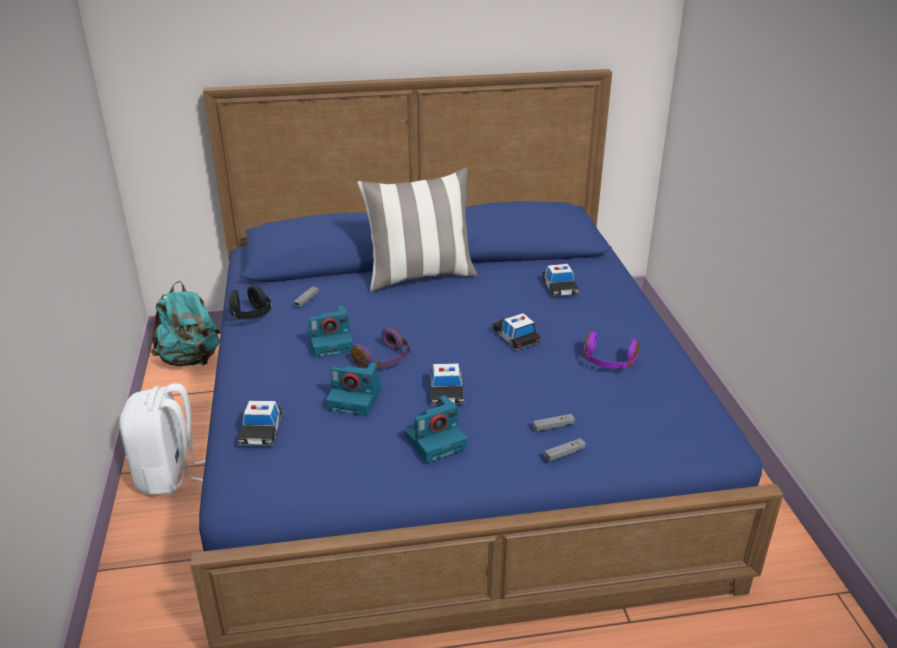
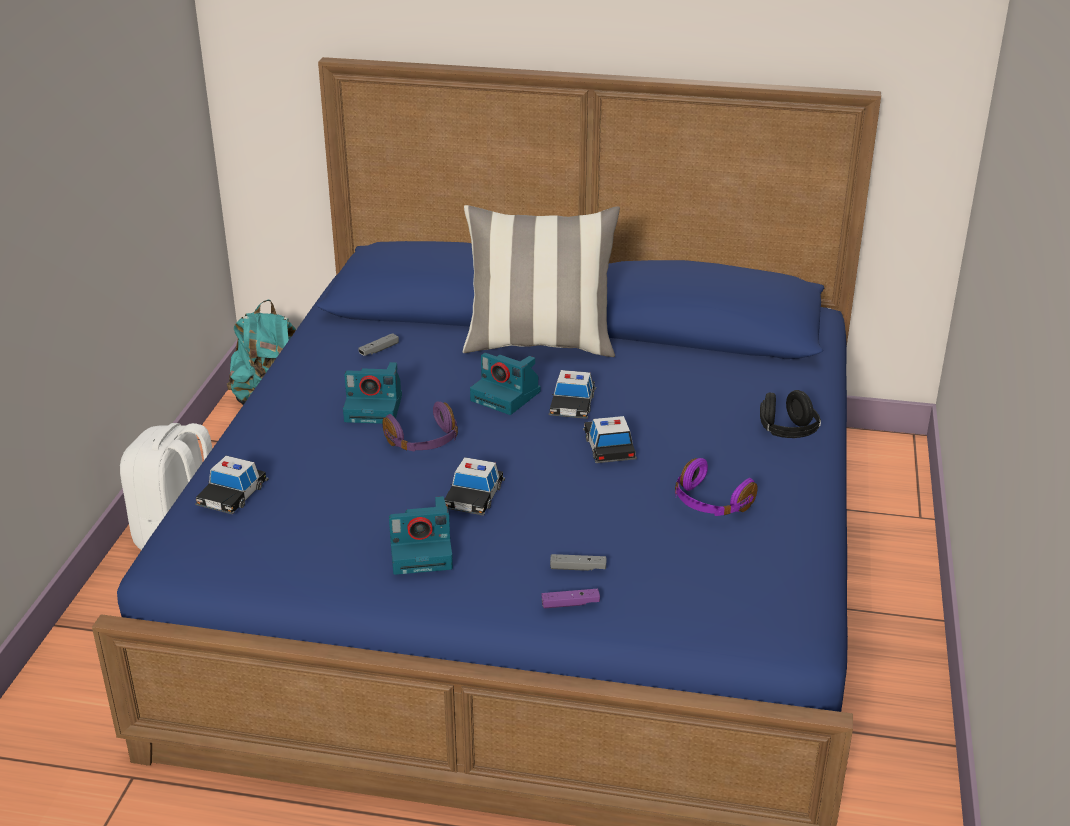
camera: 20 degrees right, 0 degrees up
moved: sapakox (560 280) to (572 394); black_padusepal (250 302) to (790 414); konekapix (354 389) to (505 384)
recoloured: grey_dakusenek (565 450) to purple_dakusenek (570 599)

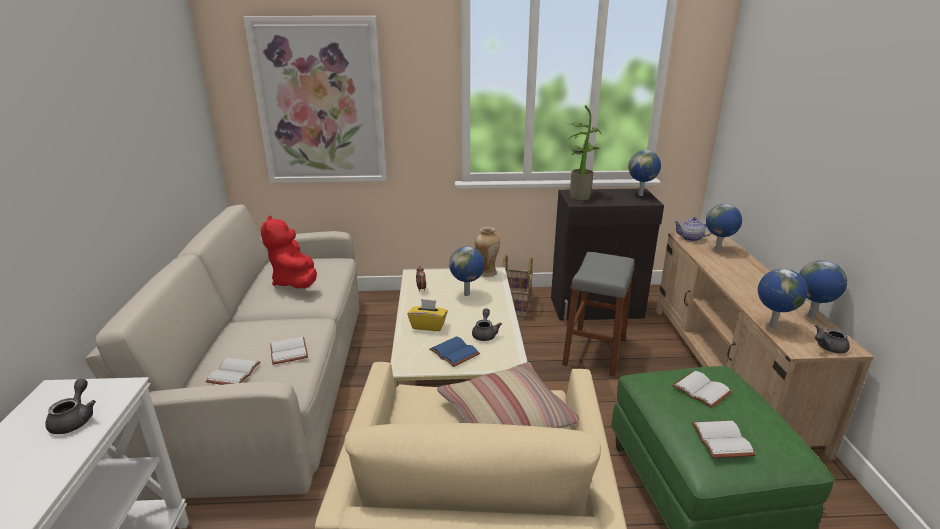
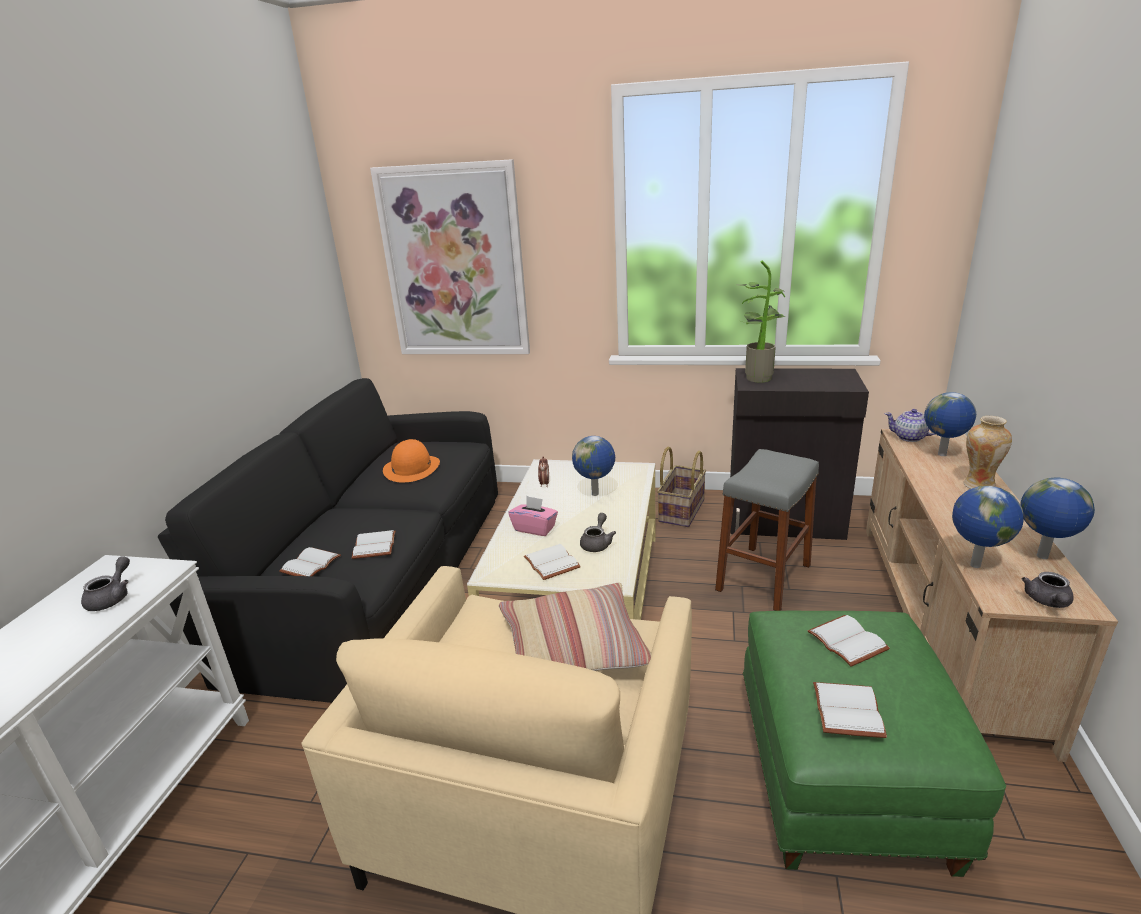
camera: 15 degrees right, 0 degrees up
removed: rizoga (644 173)
moved: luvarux (487 252) to (987 452)
replaced: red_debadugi (289 252) to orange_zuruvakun (411 460)
recoloured: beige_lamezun (222 352) to black_lamezun (328 540); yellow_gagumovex (428 315) to pink_gagumovex (533 516); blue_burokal (454 351) to white_burokal (552 562)
turned: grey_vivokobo (832 339) = (1048 590) 60 degrees counterclockwise

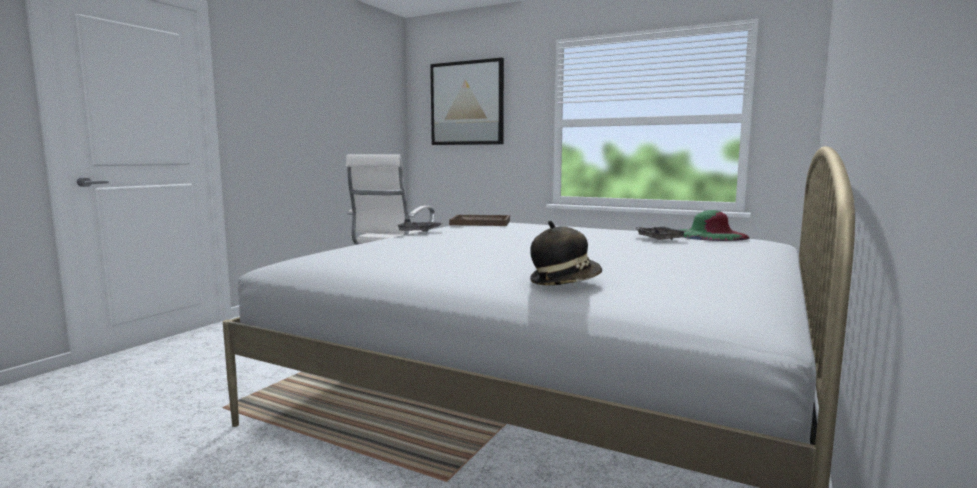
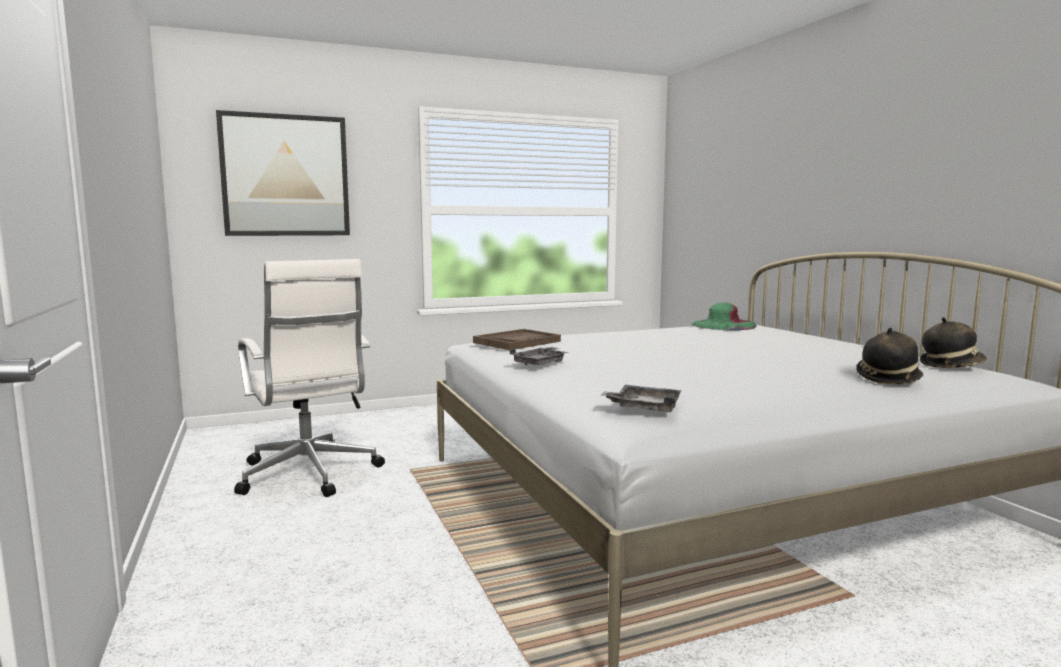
camera: 50 degrees left, 0 degrees up
added: zuruvakun (953 342)
moved: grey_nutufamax (660 233) to (640 398)

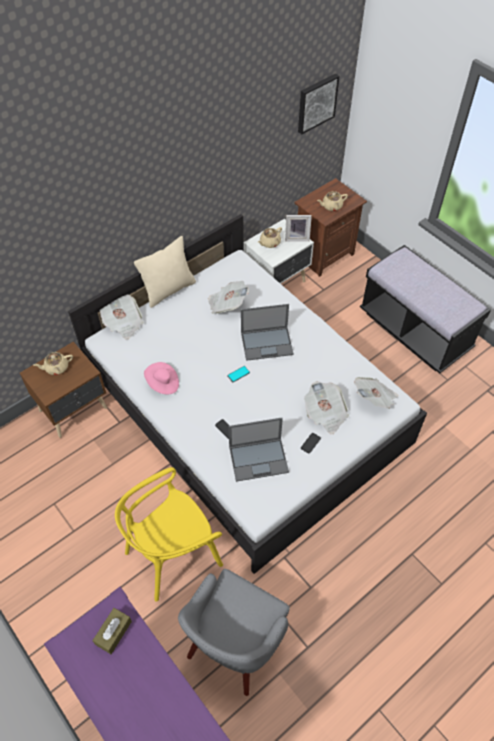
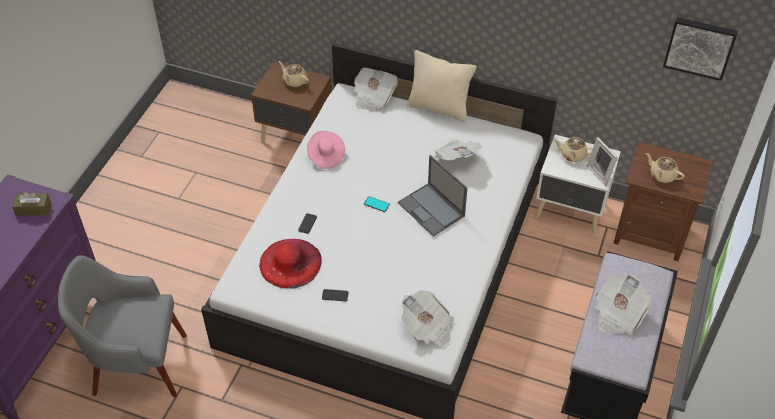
camera: 60 degrees right, 5 degrees down
removed: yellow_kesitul (169 534)
moved: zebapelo (326 407) to (623 304)
replaced: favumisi (258 450) to red_zuruvakun (290 264)

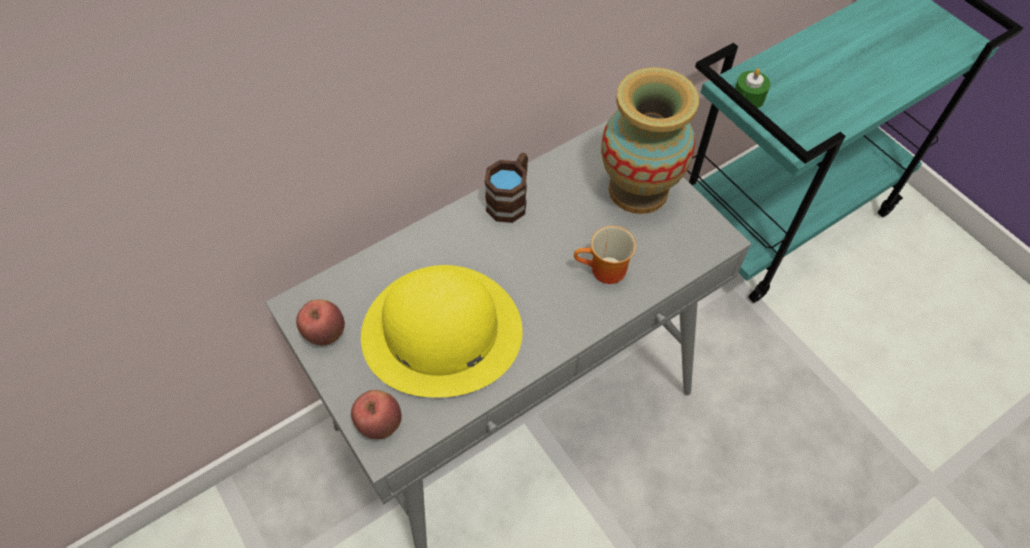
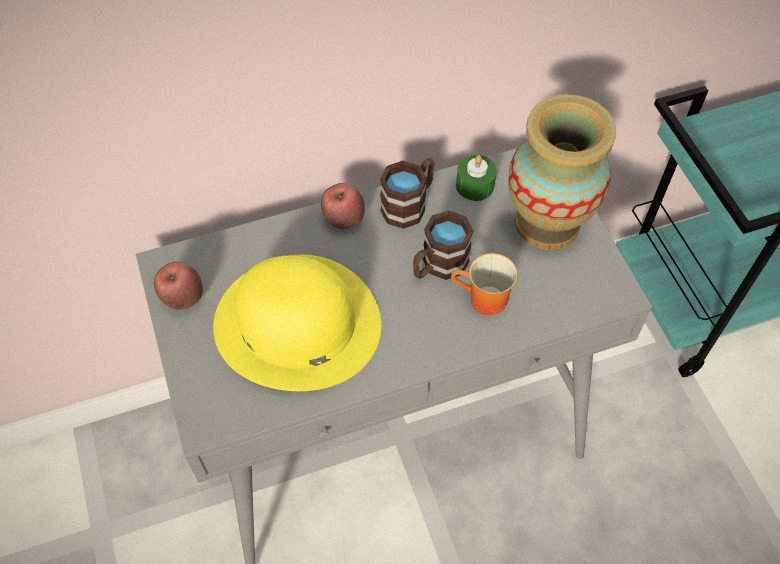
camera: 15 degrees right, 0 degrees up
added: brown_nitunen (443 245)
moved: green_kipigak (752 88) to (476 178); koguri (376 414) to (343 206)

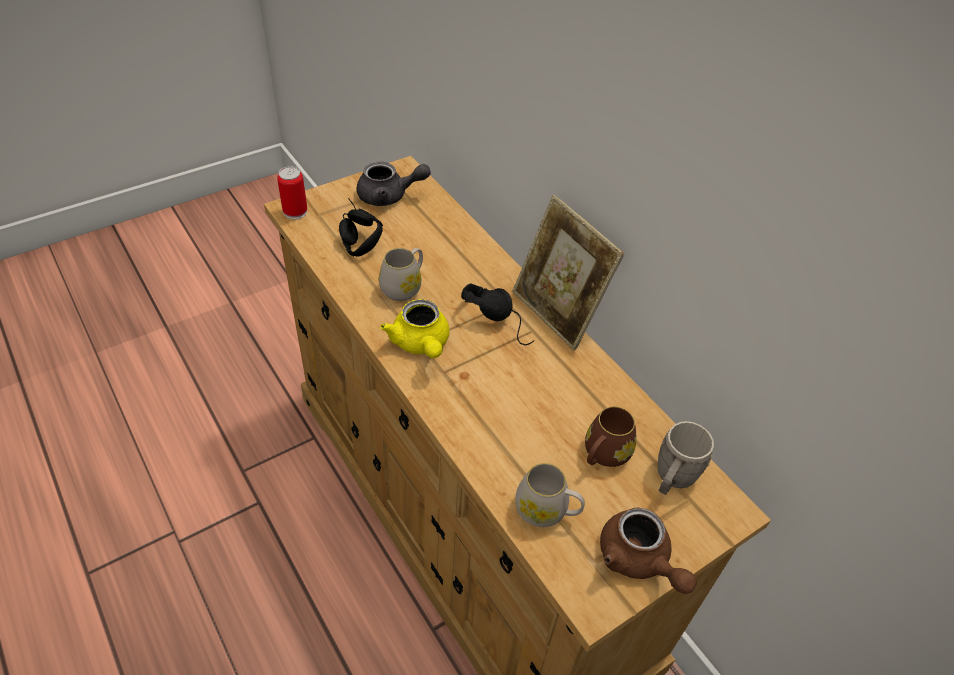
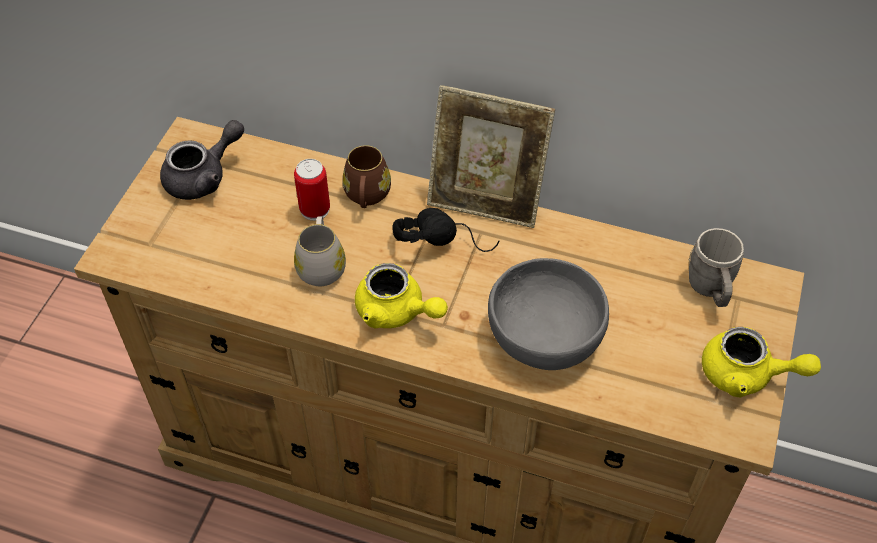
camera: 35 degrees left, 5 degrees up
removed: black_padusepal (361 227); white_nitunen (550 495)
added: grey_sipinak (548 314)
moved: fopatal (292 192) to (312 190); brown_nitunen (610 436) to (366 176)
recoloured: brown_vivokobo (648 551) to yellow_vivokobo (761 362)

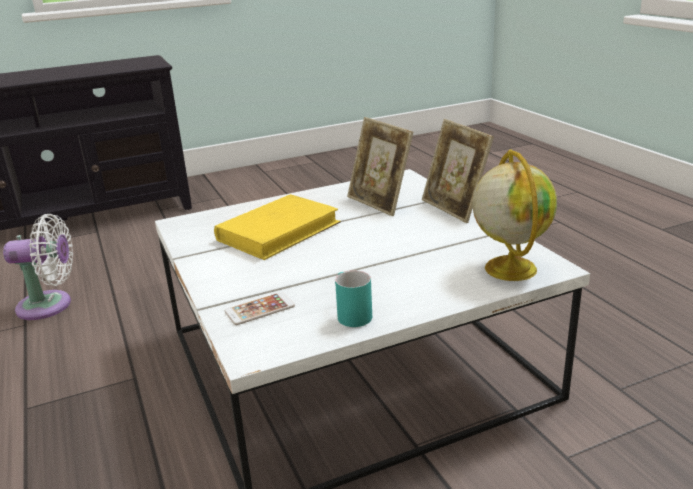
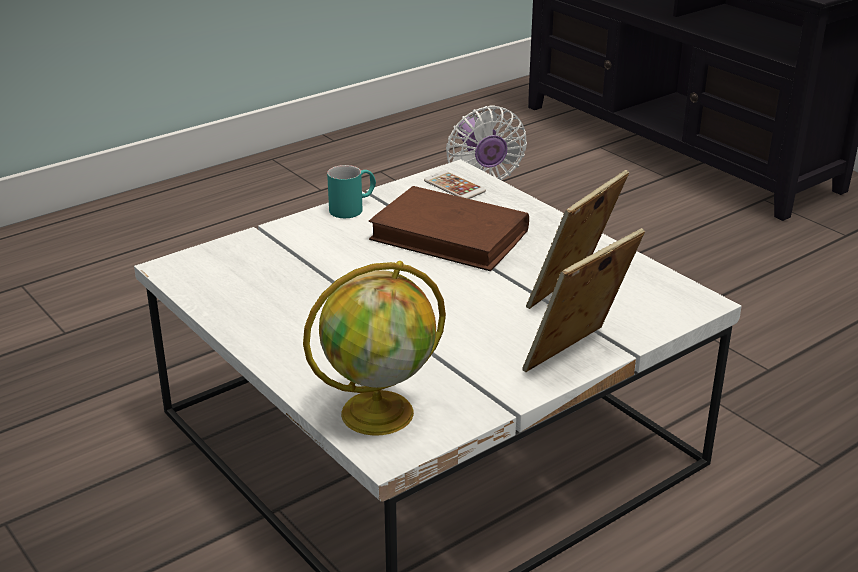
camera: 75 degrees right, 5 degrees up
moved: turquoise_nitunen (353 299) to (351 191); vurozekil (260 308) to (455 185)
recoloured: yellow_burokal (277 227) to brown_burokal (449 228)

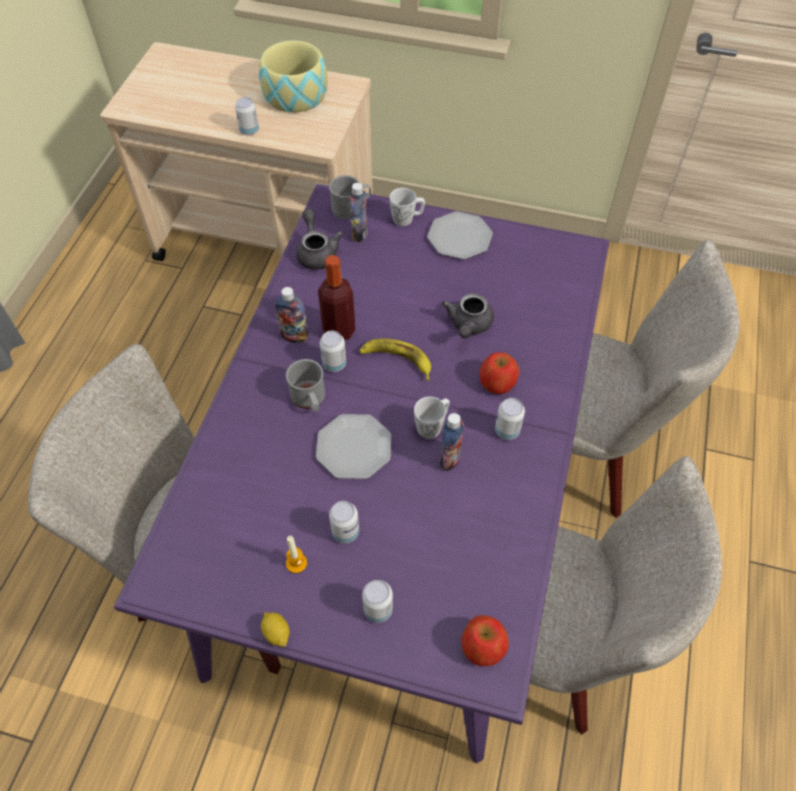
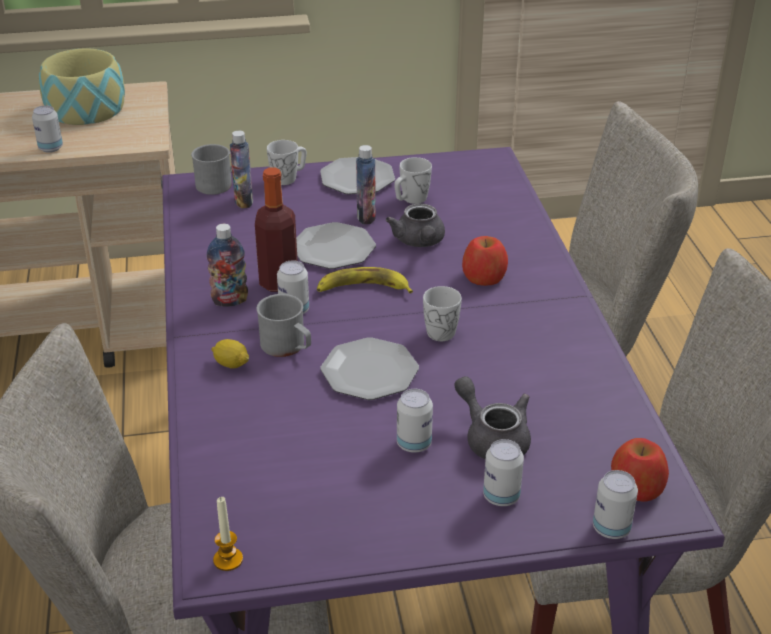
camera: 25 degrees left, 20 degrees down
added: white_nitunen (413 180); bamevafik (336 245)
moved: grey_vivokobo (319 239) to (492 418); fopatal (510 419) to (615 504); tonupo (452 442) to (366 184); kipigak (296 554) to (228 534); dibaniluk (275 629) to (230 353)

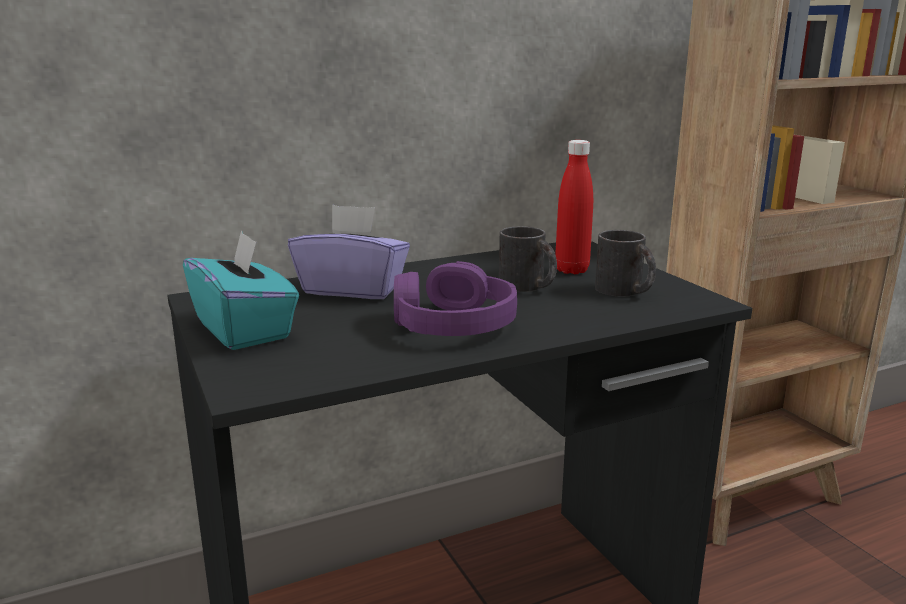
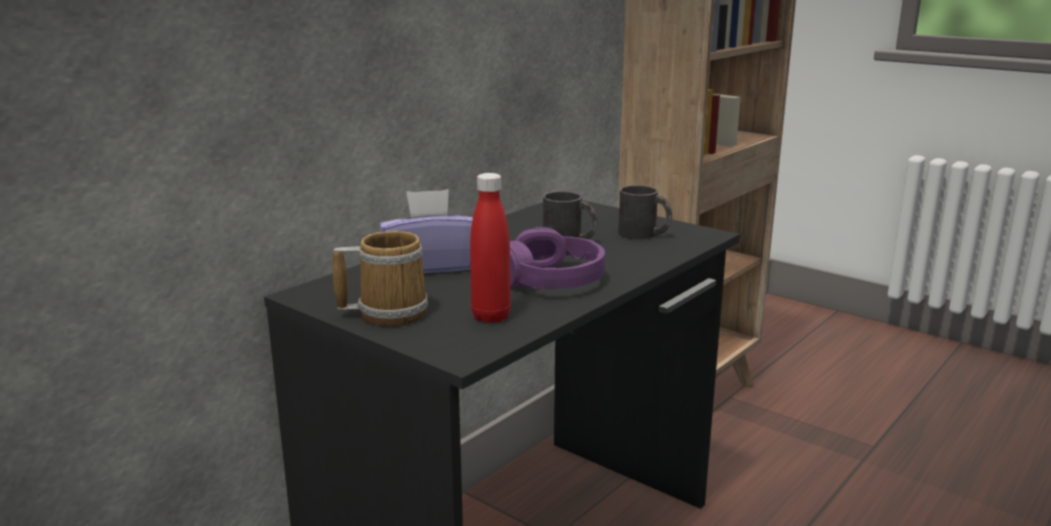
camera: 25 degrees left, 0 degrees up
moved: red_tonupo (574 207) to (490 248)
replaced: turquoise_gagumovex (241 290) to nitunen (380 278)

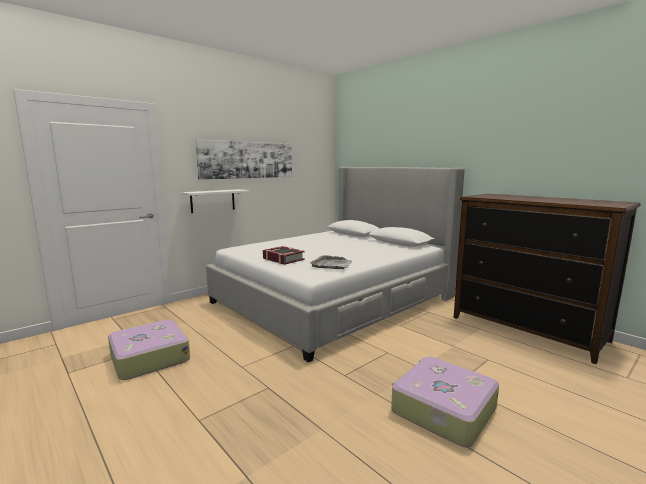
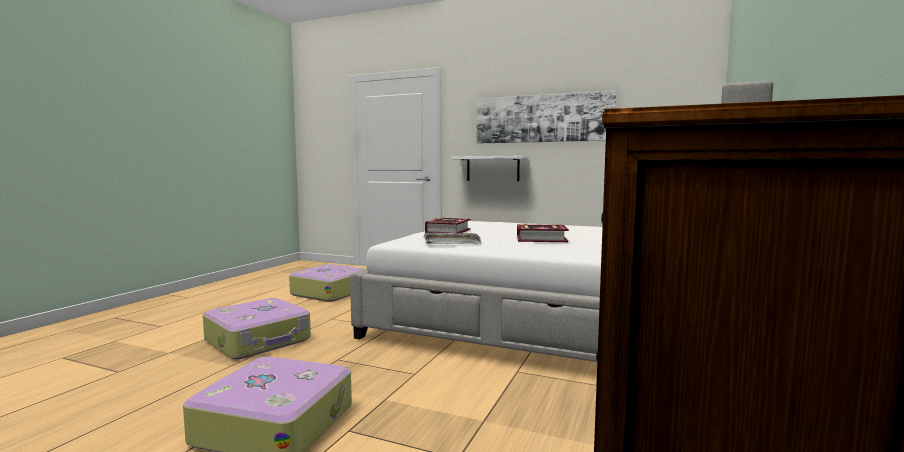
camera: 65 degrees right, 5 degrees down
added: burokal (543 233); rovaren (257 328)

